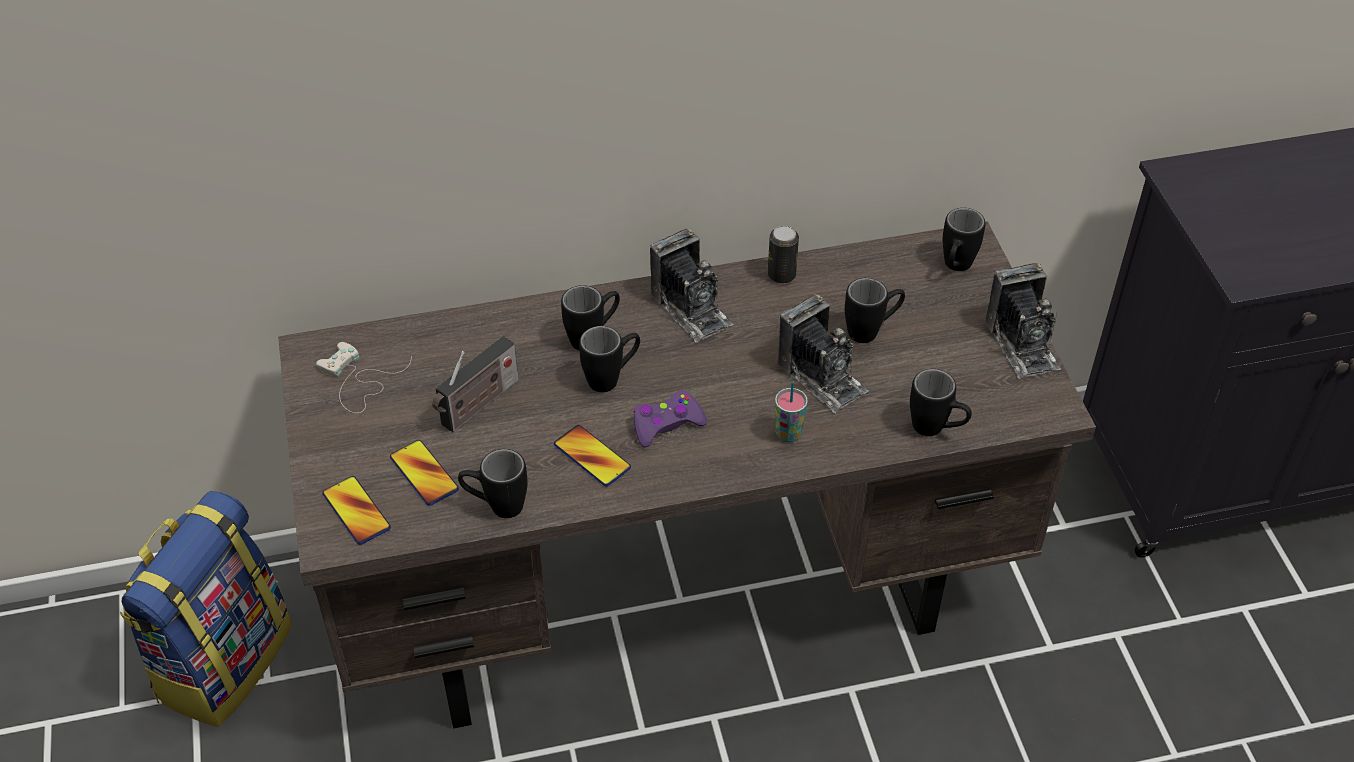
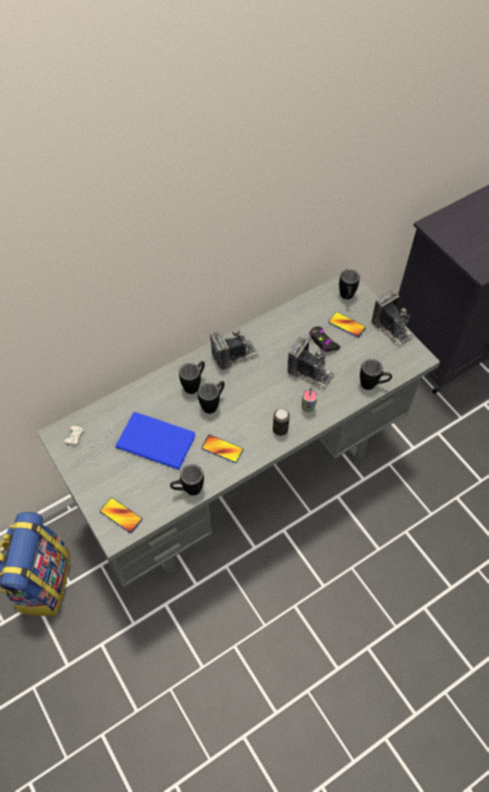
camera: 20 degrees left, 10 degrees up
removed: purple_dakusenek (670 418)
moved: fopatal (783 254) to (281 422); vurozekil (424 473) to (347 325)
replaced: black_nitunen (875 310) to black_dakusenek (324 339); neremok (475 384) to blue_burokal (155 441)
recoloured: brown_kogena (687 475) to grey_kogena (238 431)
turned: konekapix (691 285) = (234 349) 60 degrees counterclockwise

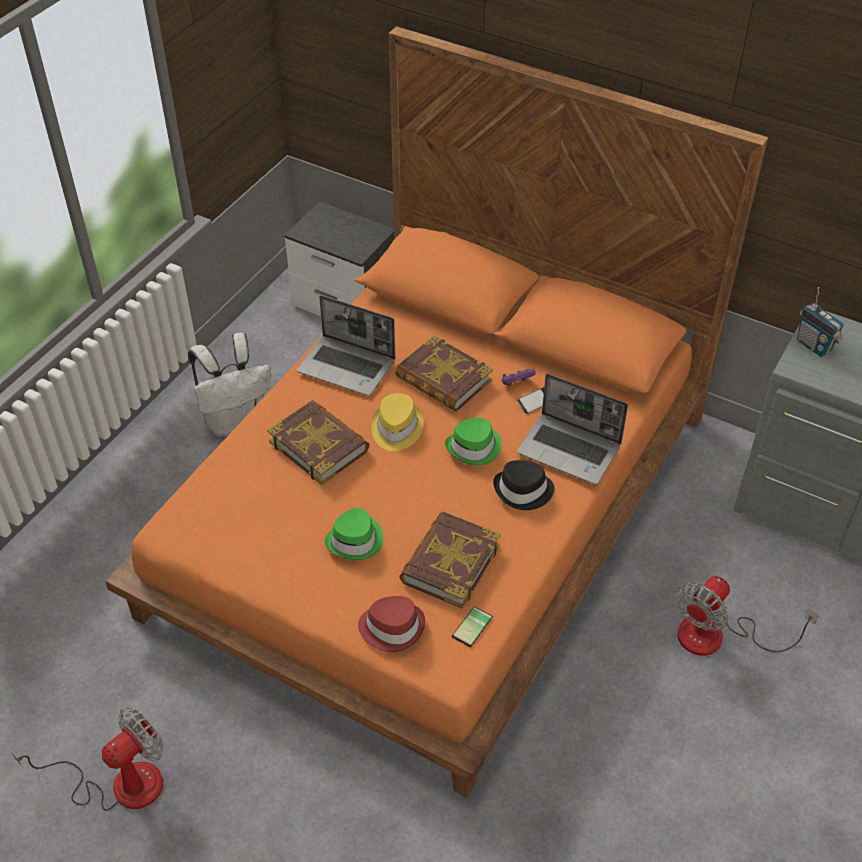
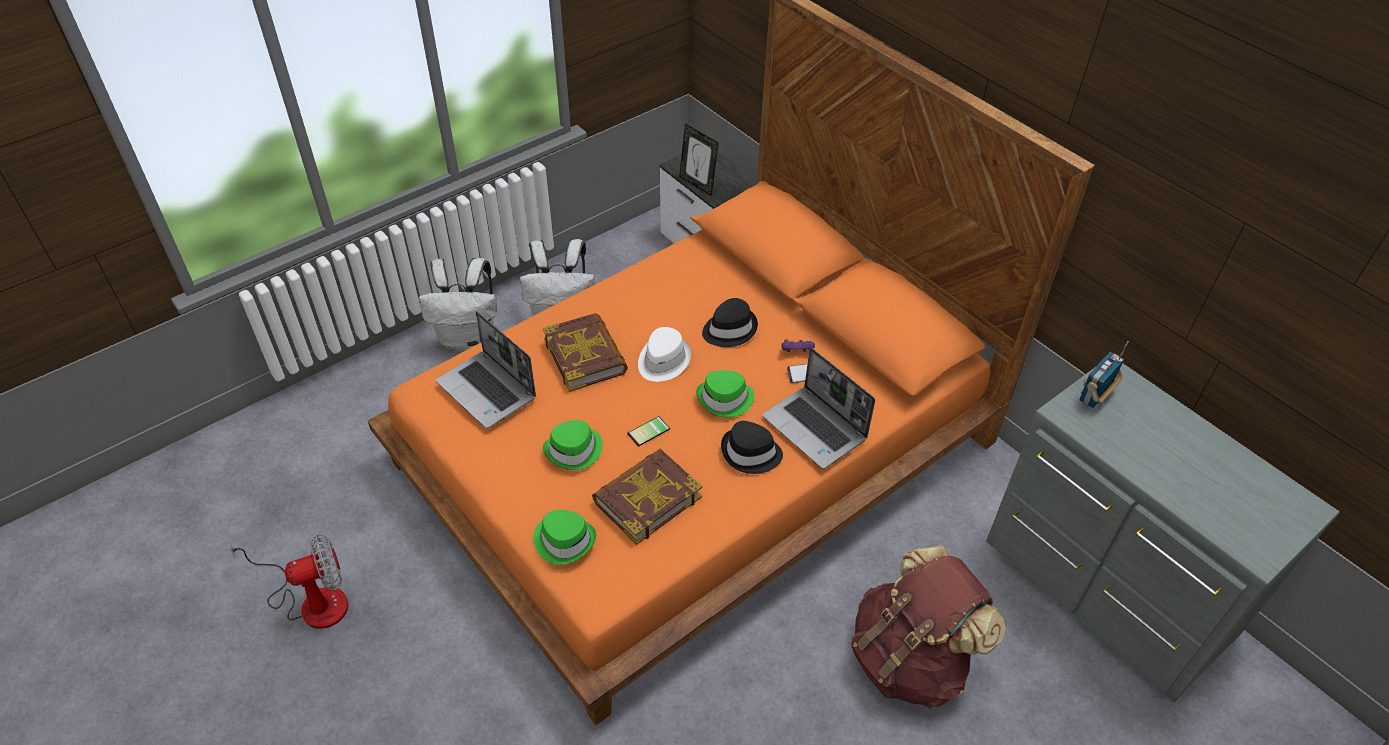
camera: 20 degrees right, 0 degrees up
added: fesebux (699 160); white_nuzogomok (458 304)
moved: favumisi (346 345) to (486 369); vurozekil (472 627) to (648 431)
replaced: burokal (444 373) to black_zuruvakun (730 322); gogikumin (747 616) to brown_nuzogomok (928 627)
recoloured: yellow_zuruvakun (397 422) to white_zuruvakun (664 354); red_zuruvakun (391 624) to green_zuruvakun (564 537)
turned: neremok (820 322) = (1104 374) 60 degrees clockwise

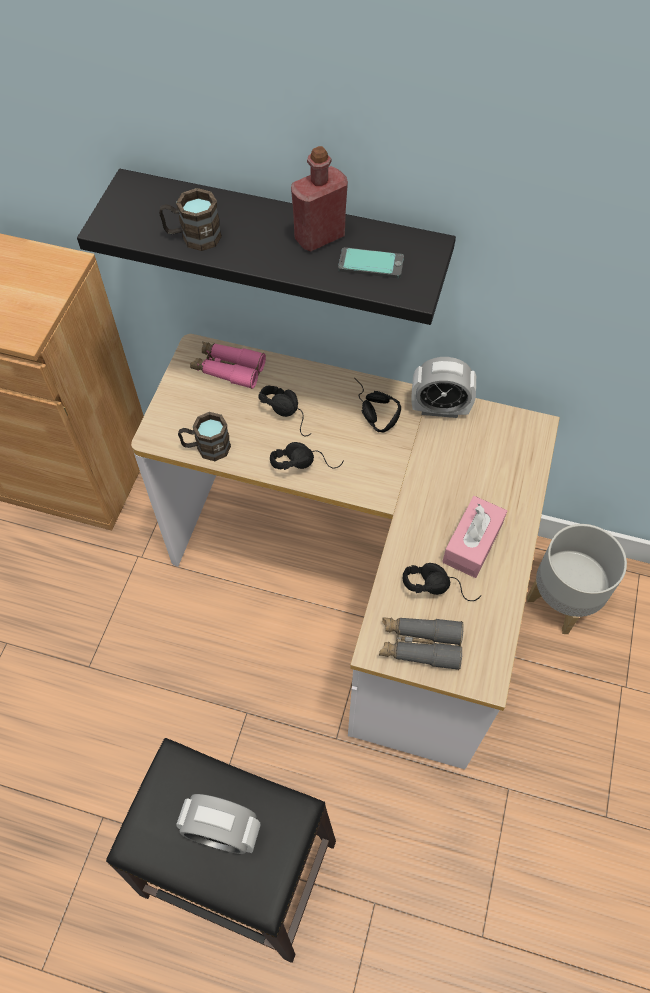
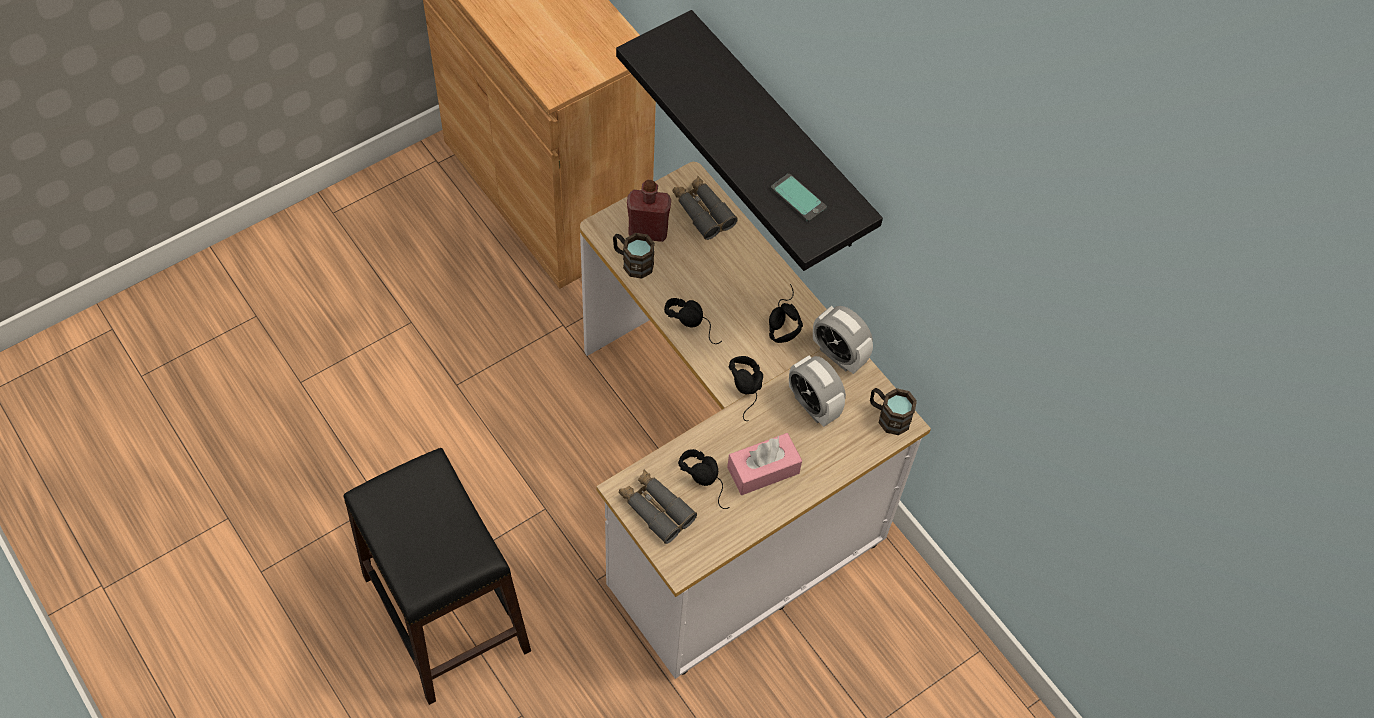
camera: 35 degrees right, 0 degrees up
removed: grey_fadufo (577 579)
moved: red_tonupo (319 198) to (649 211); brown_nitunen (190 219) to (893 411); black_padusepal (284 411) to (745 388); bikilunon (218 824) to (817 391)
recoloured: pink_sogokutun (228 365) to grey_sogokutun (705 208)

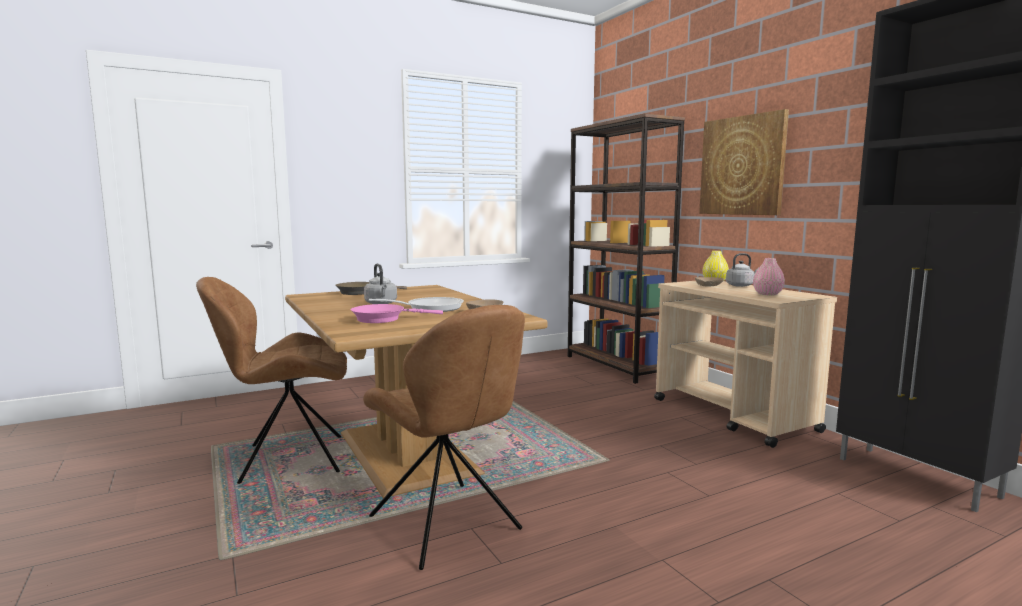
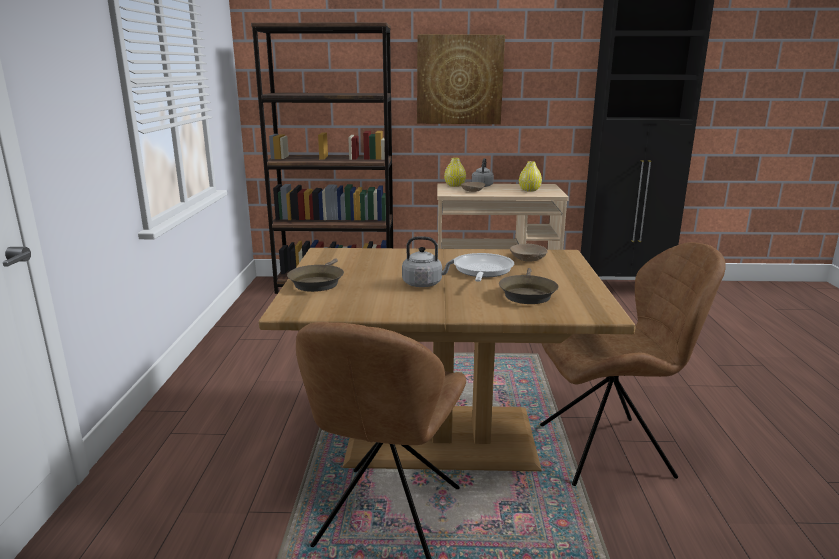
camera: 60 degrees left, 10 degrees up
recoloured: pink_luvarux (769 277) to yellow_luvarux (530 176); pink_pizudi (396 313) to brown_pizudi (529 286)

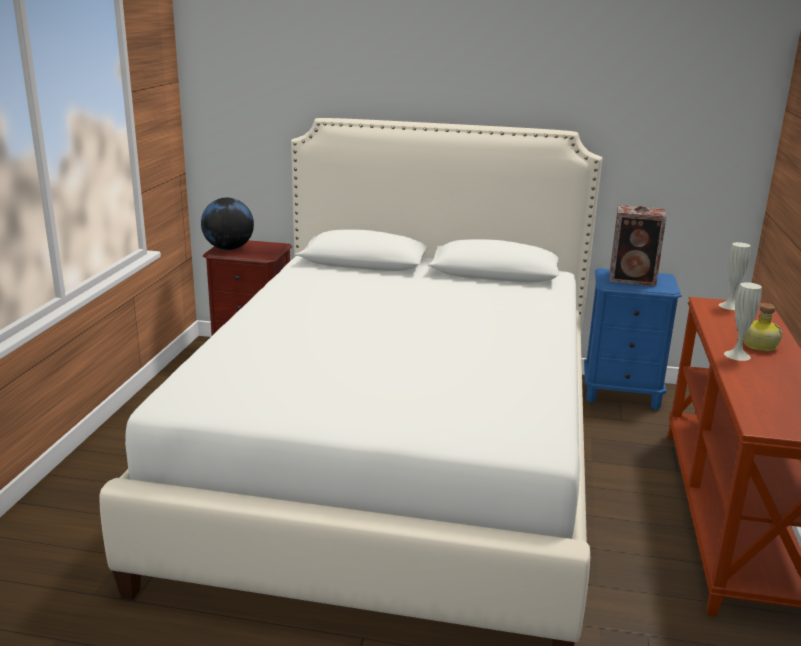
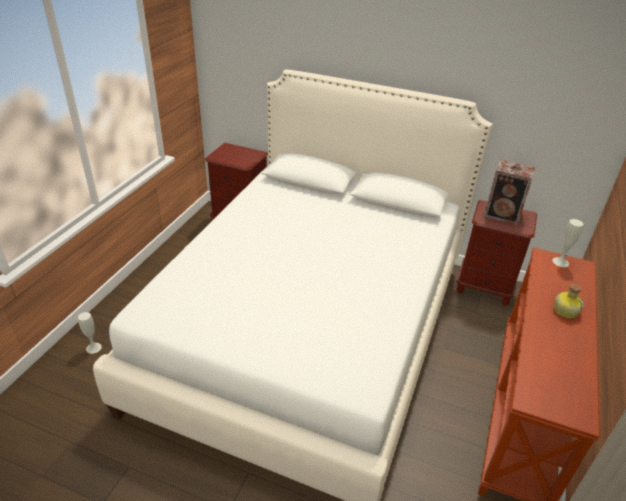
camera: 10 degrees right, 15 degrees up
removed: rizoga (227 224)
moved: white_luvarux (743 321) to (90 333)
recoloured: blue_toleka (633 339) to brown_toleka (496 253)

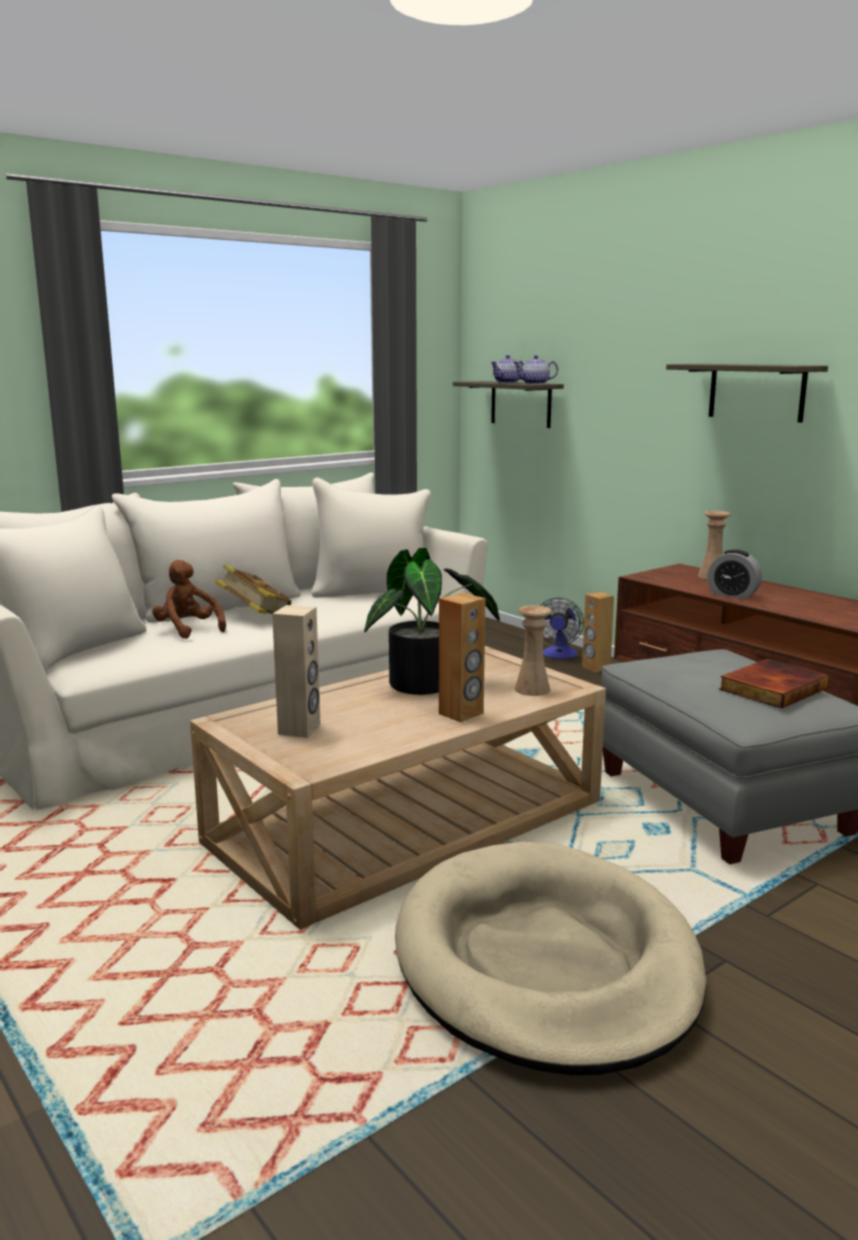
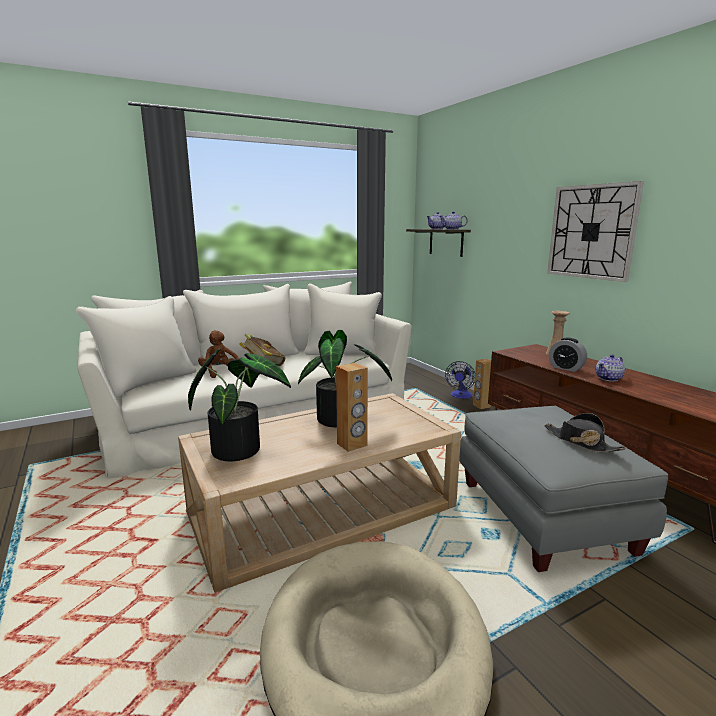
camera: 10 degrees right, 0 degrees up
removed: beige_luvarux (533 650)
added: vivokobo (610 367)
replaced: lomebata (747 393) to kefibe (595 231); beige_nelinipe (296 671) to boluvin (239 404); burokal (774 684) to black_zuruvakun (585 432)

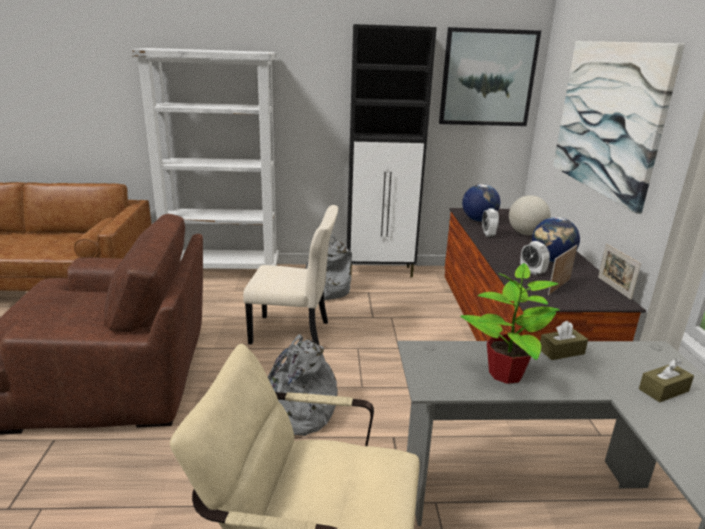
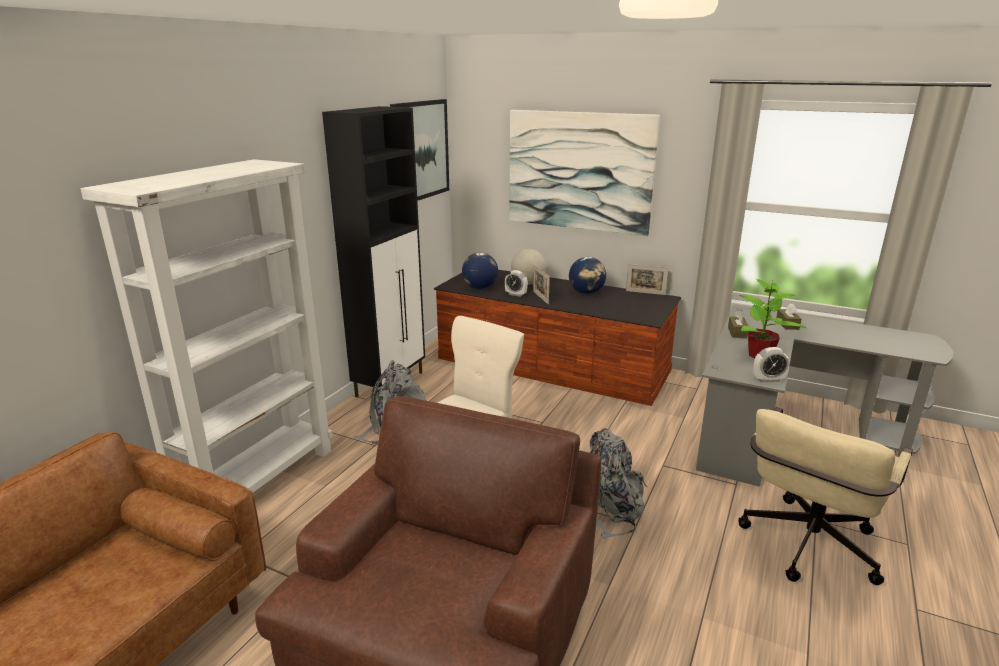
camera: 60 degrees left, 0 degrees up
moved: bikilunon (535 258) to (771 364); fesebux (562 270) to (541 284)

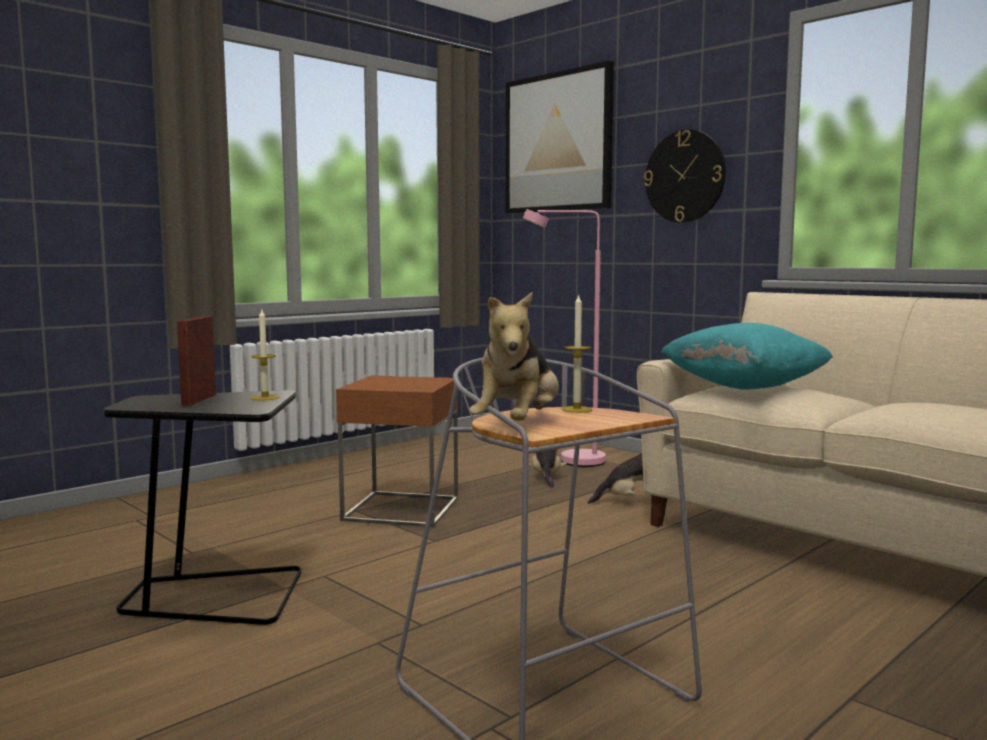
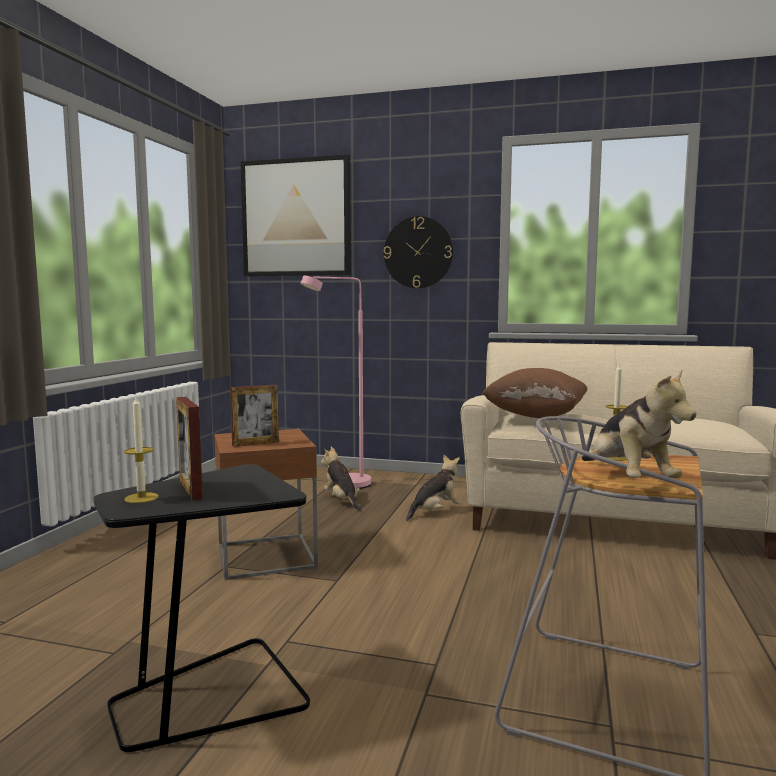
camera: 30 degrees left, 0 degrees up
added: fesebux (254 416)
moved: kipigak (265 355) to (141 450)
recoloured: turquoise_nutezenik (746 356) to brown_nutezenik (534 393)

